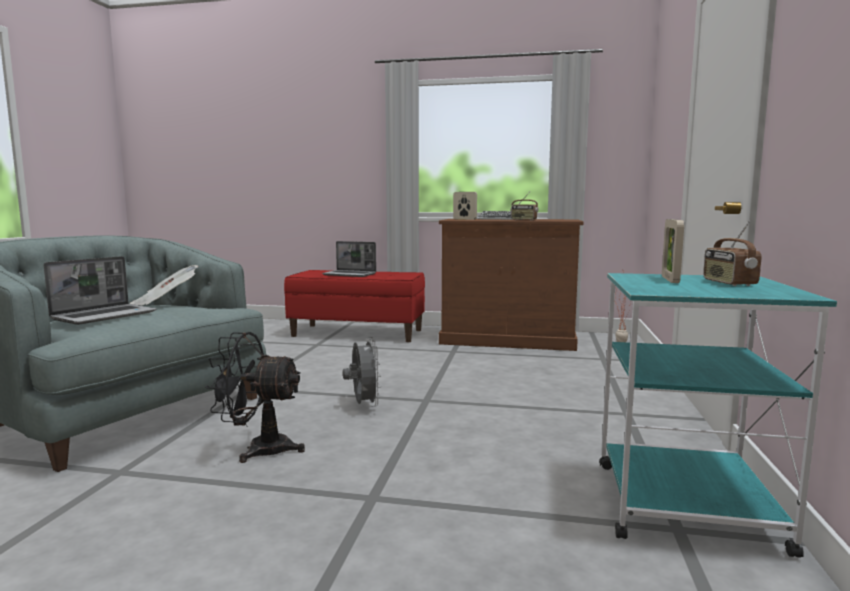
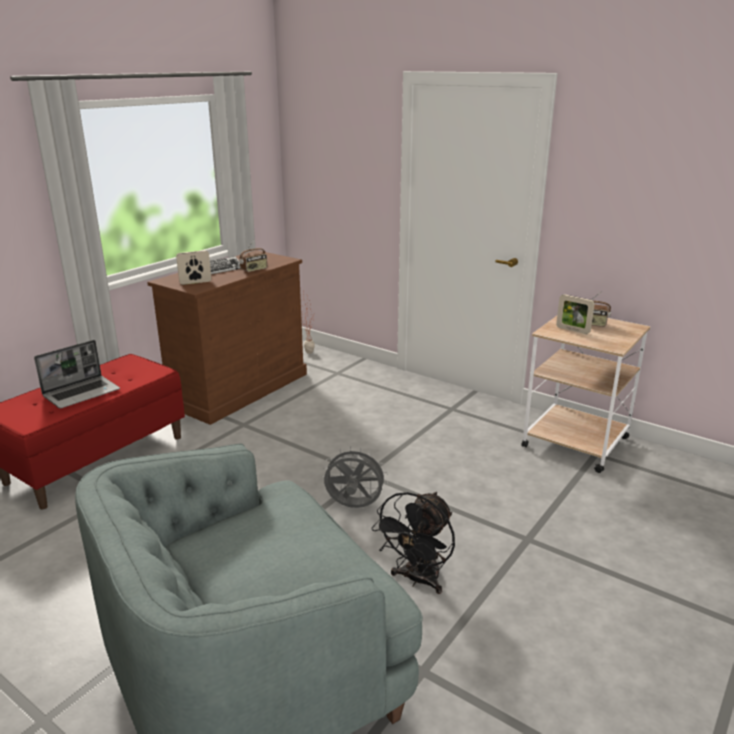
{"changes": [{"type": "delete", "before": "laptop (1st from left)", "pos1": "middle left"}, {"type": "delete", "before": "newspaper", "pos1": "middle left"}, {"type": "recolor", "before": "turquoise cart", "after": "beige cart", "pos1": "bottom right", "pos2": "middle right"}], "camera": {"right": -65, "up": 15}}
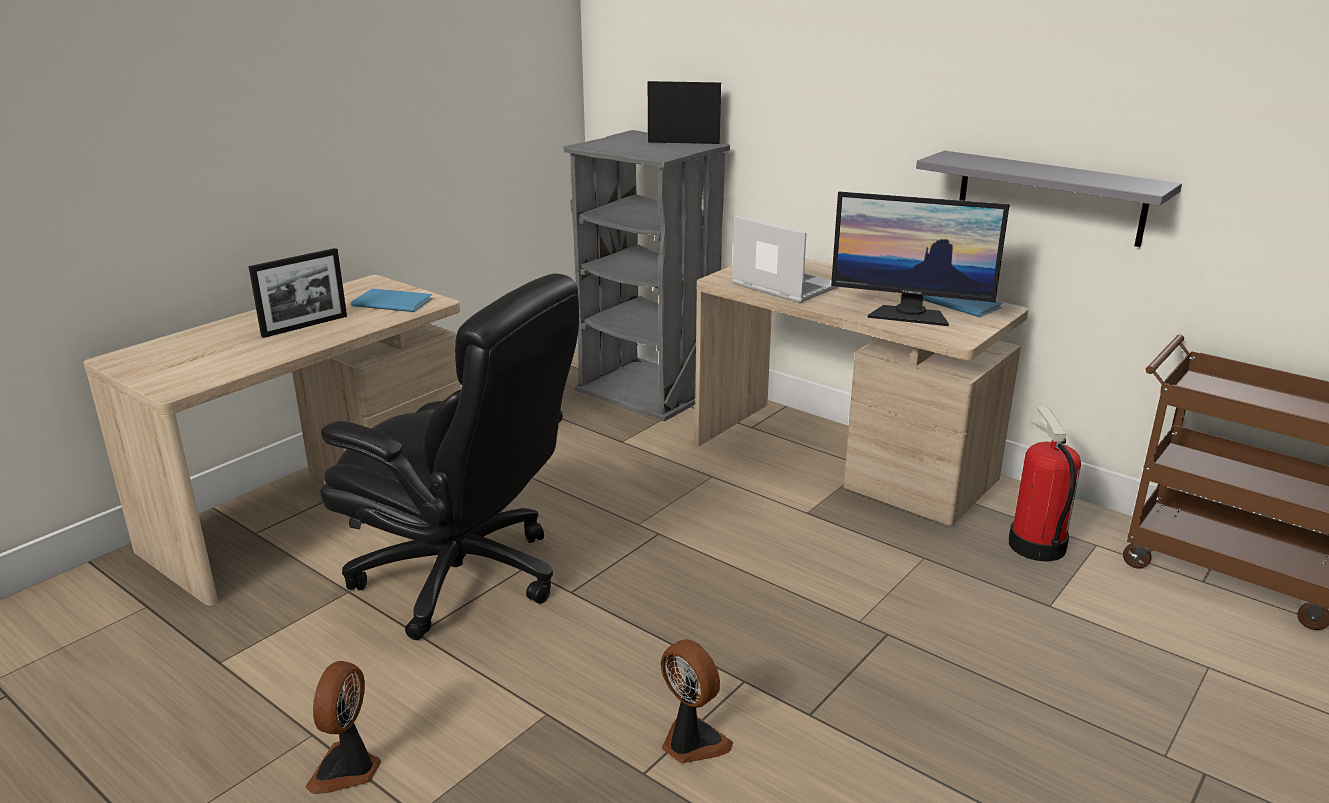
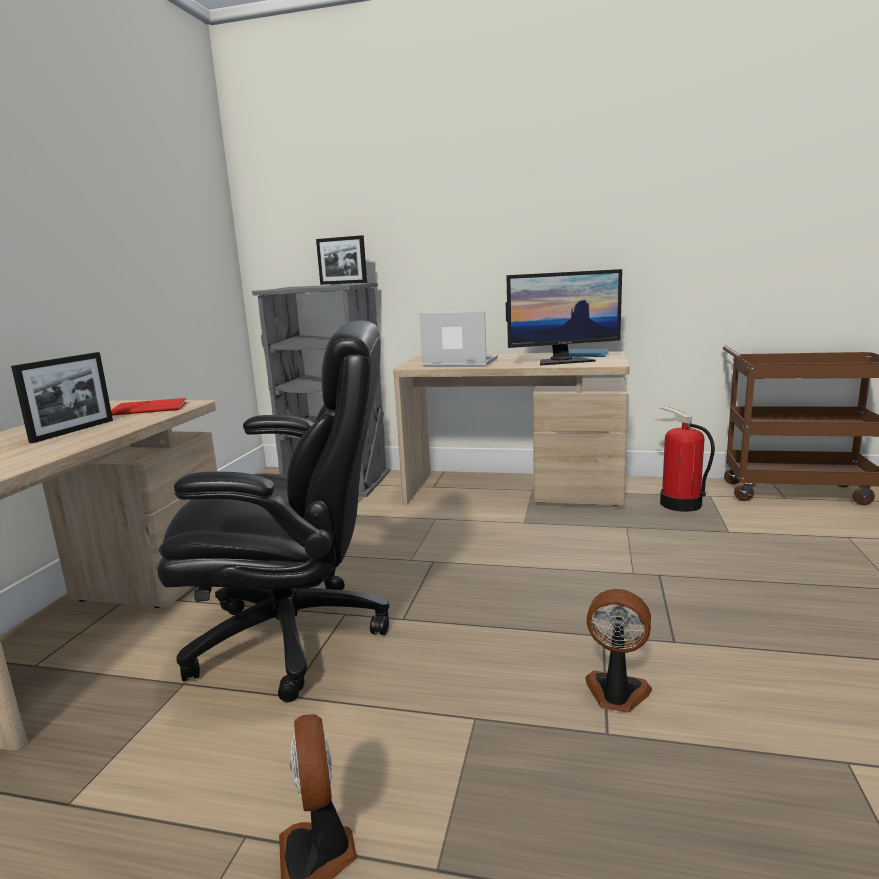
{"changes": [{"type": "delete", "before": "grey shelf", "pos1": "top right"}, {"type": "recolor", "before": "blue book (1st from left)", "after": "red book", "pos1": "middle left", "pos2": "middle left"}, {"type": "rotate", "before": "picture frame (2nd from left)", "pos1": "top centre", "pos2": "top centre", "turn": -135}], "camera": {"right": -25, "up": -10}}
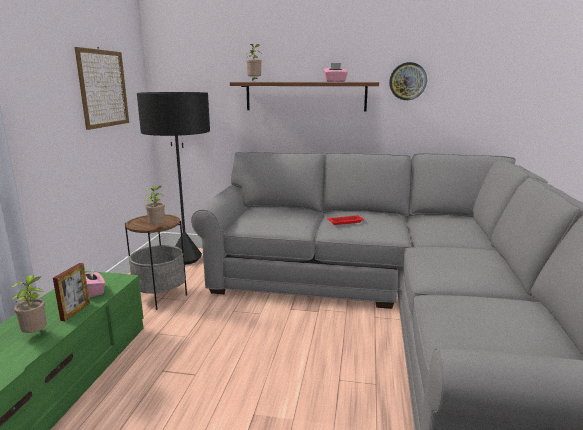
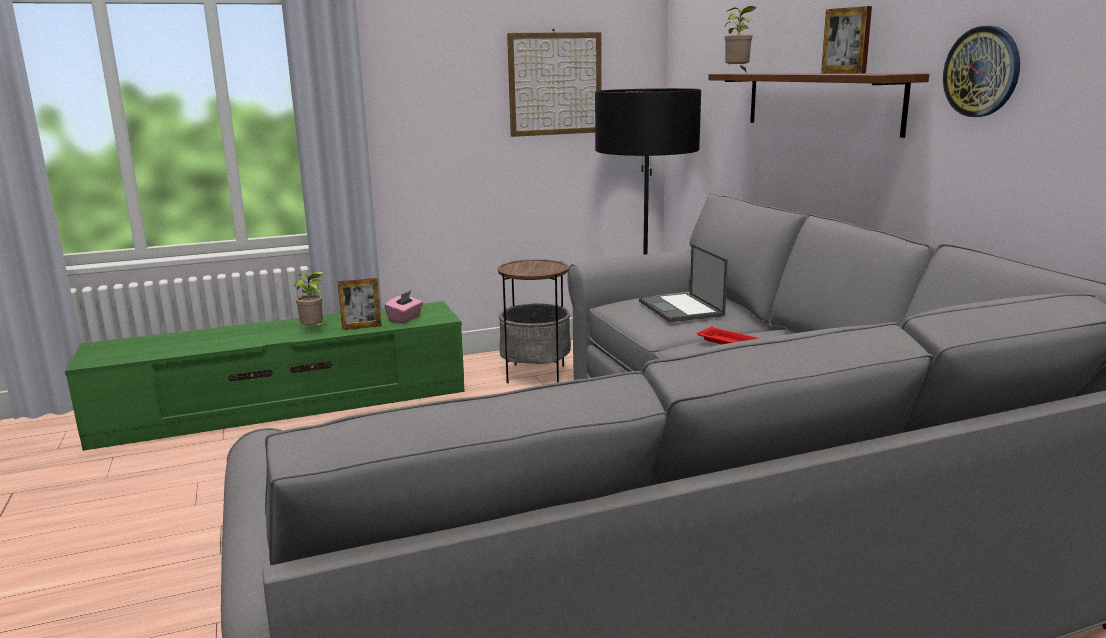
{"changes": [{"type": "delete", "before": "potted plant (2nd from left)", "pos1": "middle left"}, {"type": "insert", "after": "laptop", "pos2": "centre"}, {"type": "replace", "before": "pink tissue box (2nd from left)", "after": "picture frame (2nd from left)", "pos1": "top centre", "pos2": "top right"}], "camera": {"right": 60, "up": 0}}
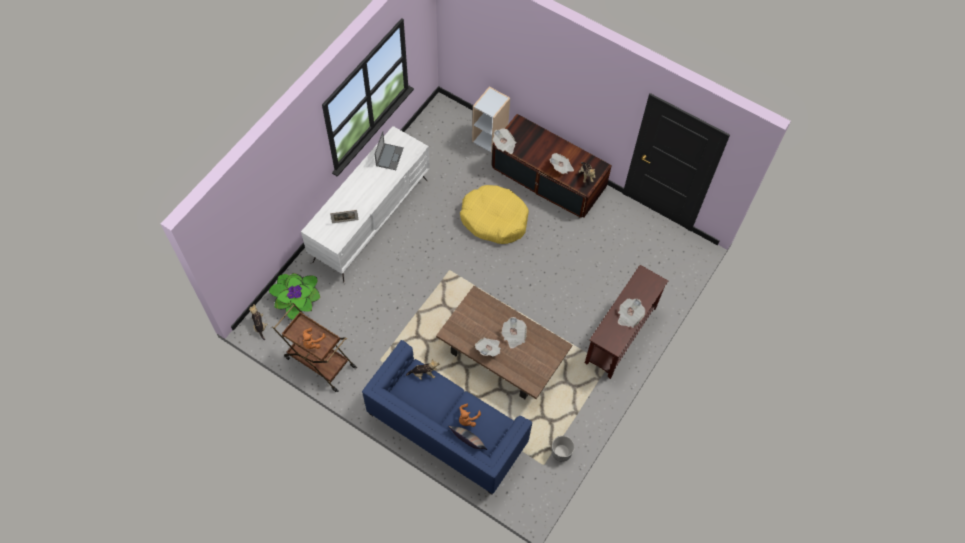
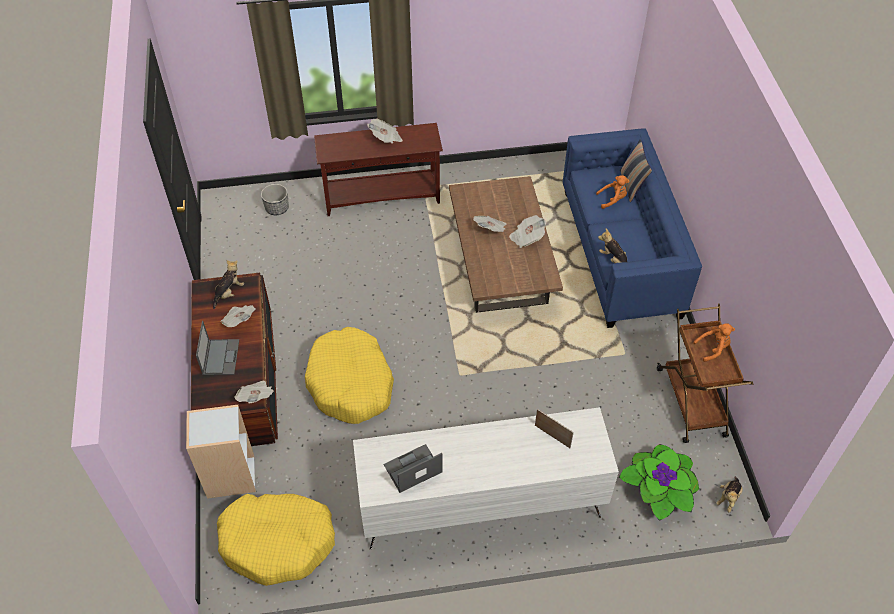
{"changes": [{"type": "insert", "after": "laptop (1st from left)", "pos2": "middle left"}, {"type": "insert", "after": "yellow dog bed (1st from left)", "pos2": "bottom left"}, {"type": "move", "before": "planter", "pos1": "bottom centre", "pos2": "top left"}], "camera": {"right": -130, "up": -10}}
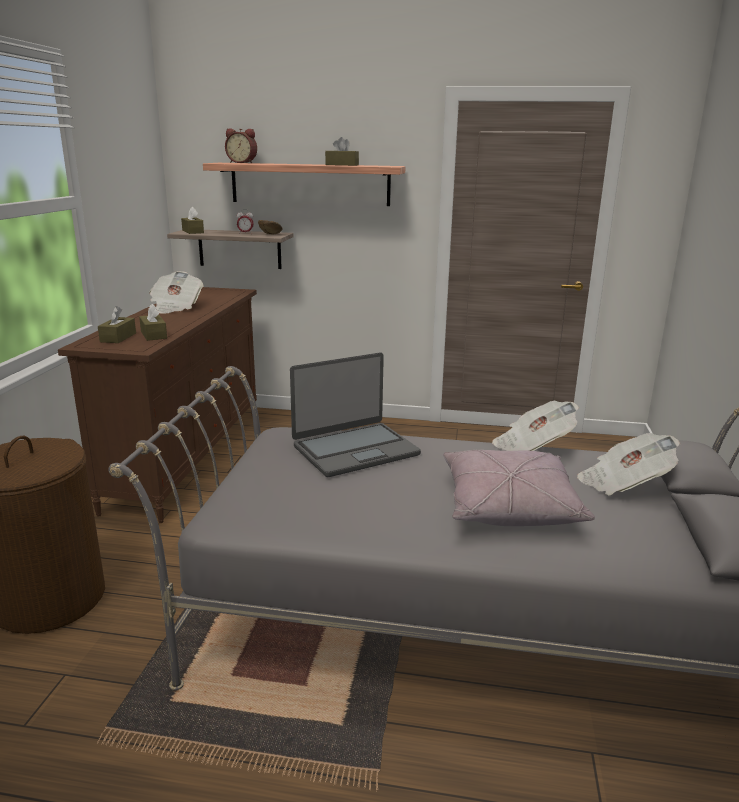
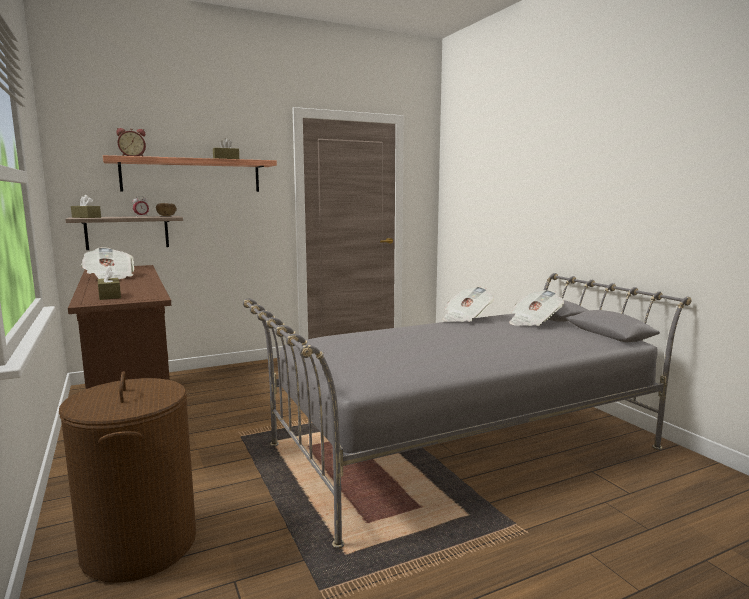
{"changes": [{"type": "delete", "before": "brown tissue box (2nd from left)", "pos1": "middle left"}, {"type": "delete", "before": "laptop", "pos1": "centre"}, {"type": "delete", "before": "purple pillow", "pos1": "middle right"}], "camera": {"right": -35, "up": -10}}
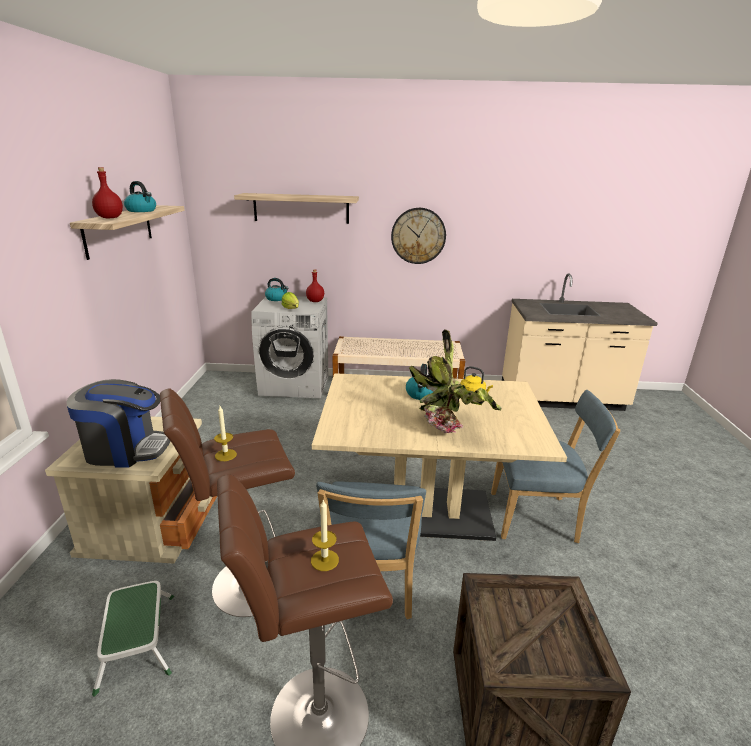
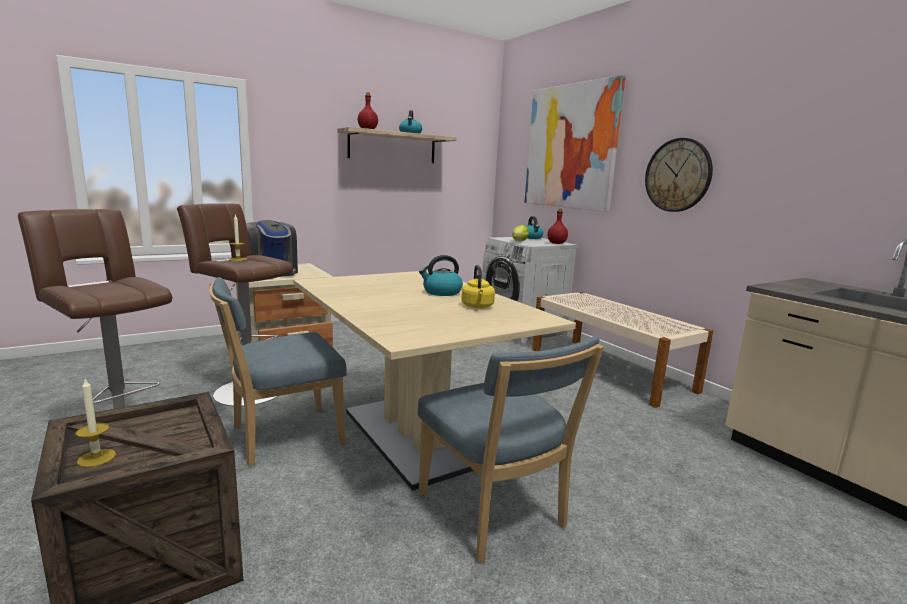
{"changes": [{"type": "delete", "before": "green step ladder", "pos1": "bottom left"}, {"type": "delete", "before": "potted plant", "pos1": "centre"}, {"type": "move", "before": "candle (2nd from left in the first image)", "after": "candle (1st from left)", "pos1": "bottom centre", "pos2": "bottom left"}, {"type": "replace", "before": "shelf (2nd from left)", "after": "picture", "pos1": "top centre", "pos2": "top centre"}], "camera": {"right": 55, "up": -10}}
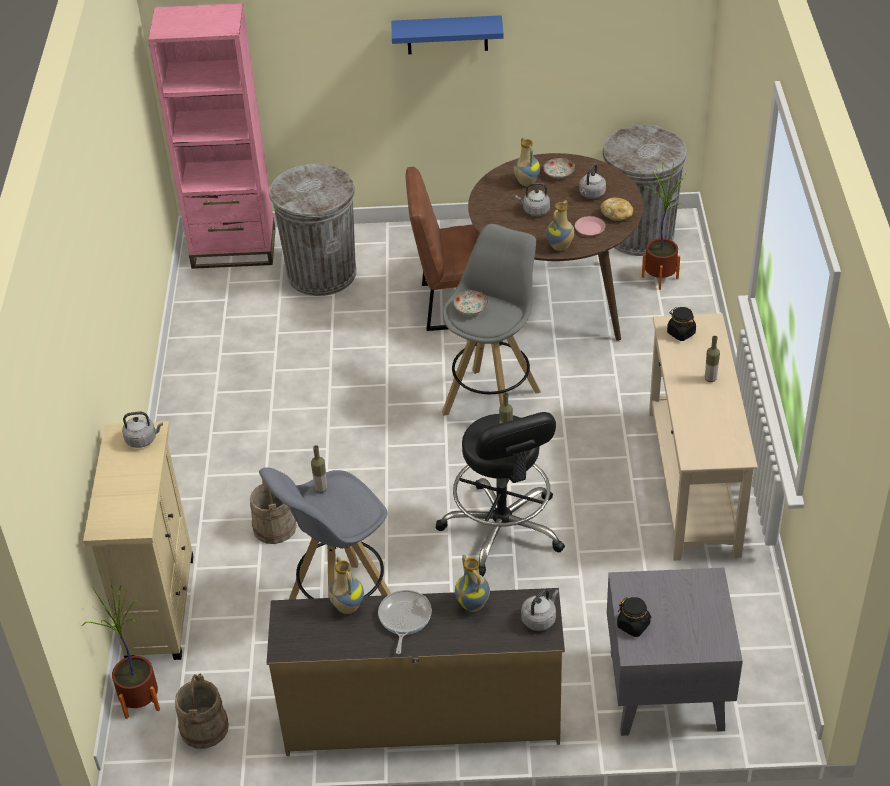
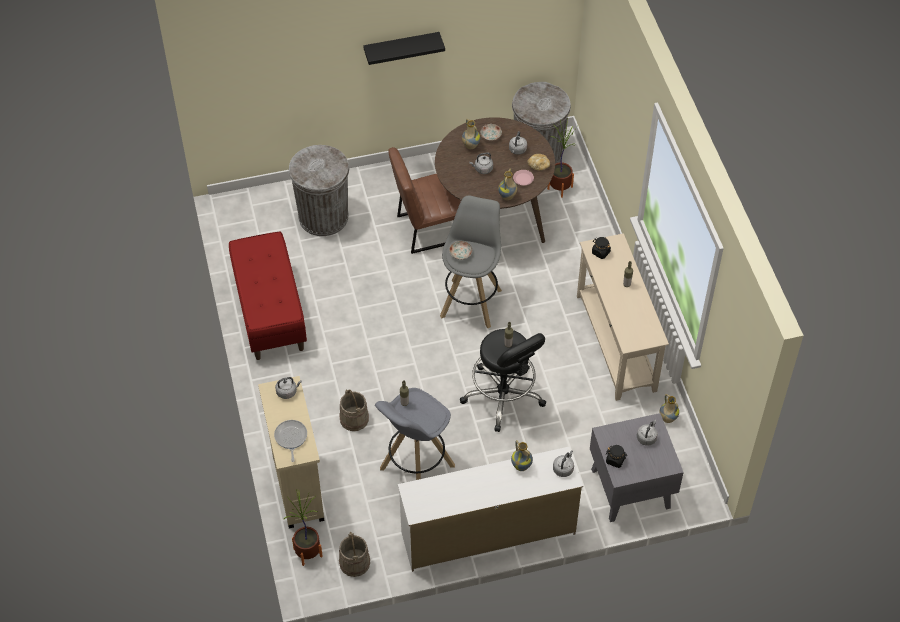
{"changes": [{"type": "delete", "before": "pink bookcase", "pos1": "top left"}, {"type": "insert", "after": "red bench", "pos2": "middle left"}, {"type": "insert", "after": "grey kettle (5th from left)", "pos2": "bottom right"}, {"type": "move", "before": "vase (1st from left in the first image)", "after": "vase (4th from left)", "pos1": "bottom centre", "pos2": "middle right"}, {"type": "move", "before": "frying pan", "pos1": "bottom centre", "pos2": "bottom left"}, {"type": "recolor", "before": "black dresser", "after": "white dresser", "pos1": "bottom centre", "pos2": "bottom centre"}, {"type": "recolor", "before": "blue shelf", "after": "black shelf", "pos1": "top centre", "pos2": "top centre"}], "camera": {"right": -15, "up": 10}}
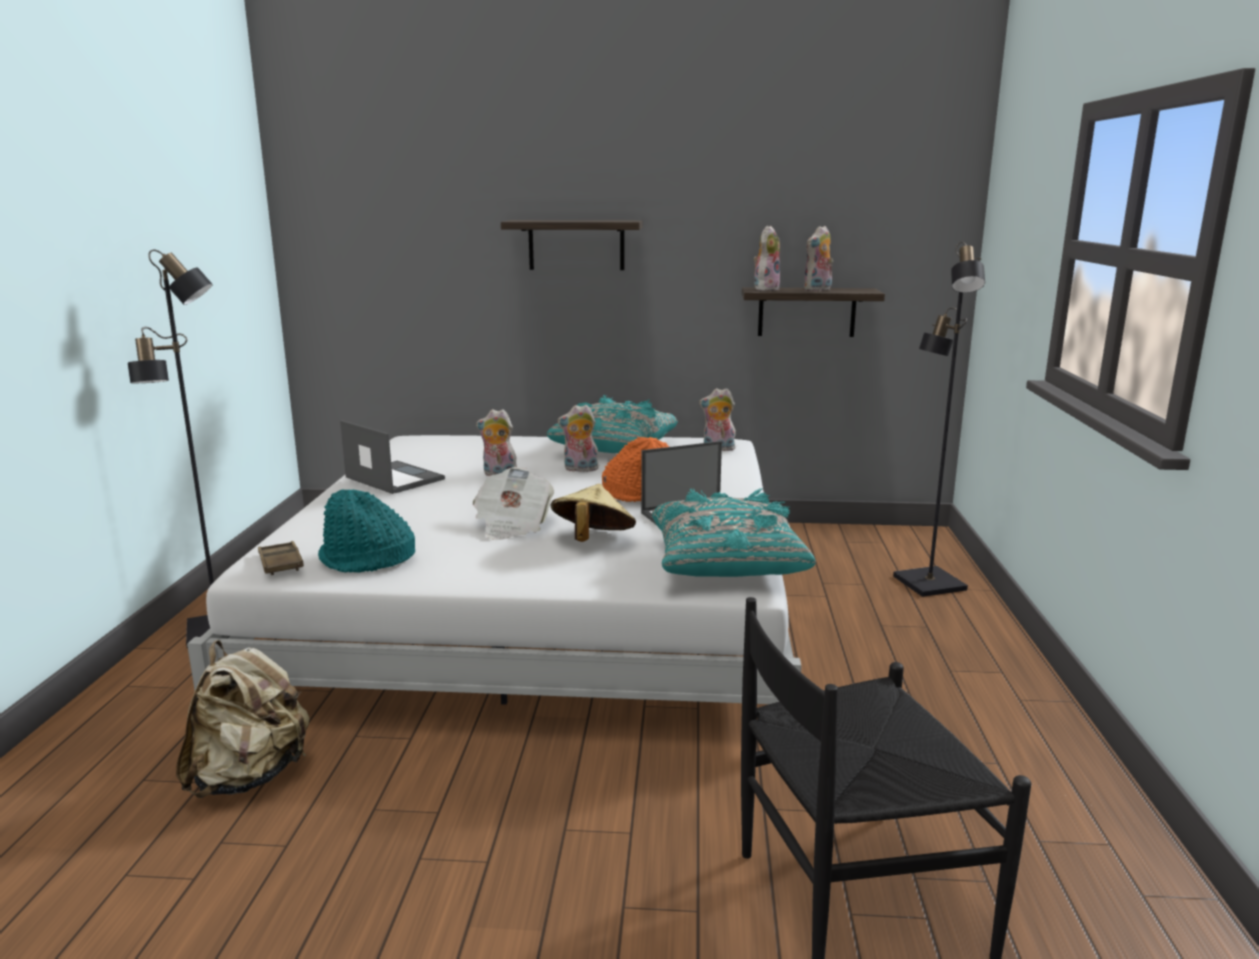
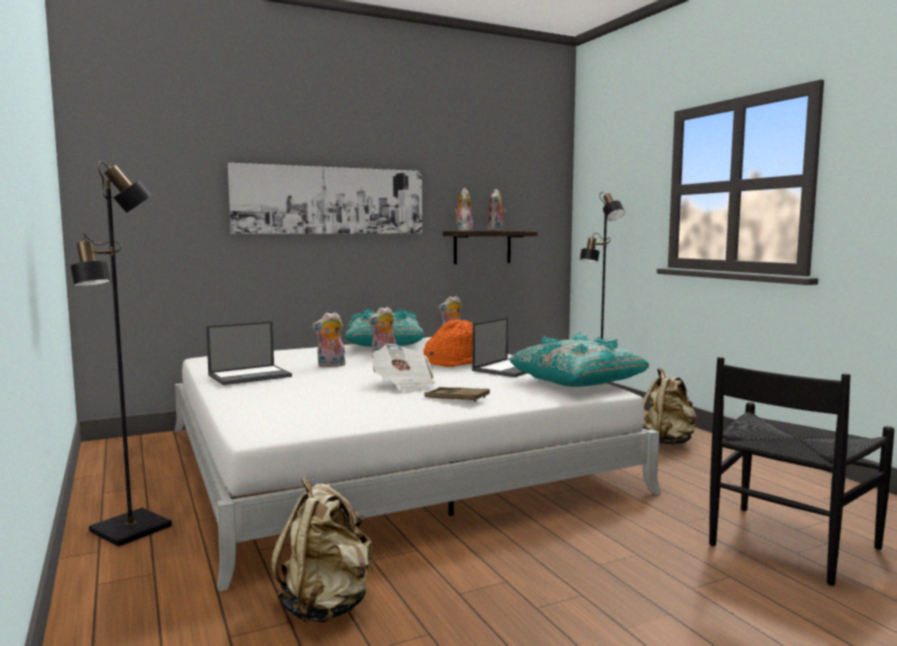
{"changes": [{"type": "delete", "before": "turquoise hat", "pos1": "middle left"}, {"type": "delete", "before": "beige hat", "pos1": "centre"}, {"type": "insert", "after": "beige backpack (2nd from left)", "pos2": "middle right"}, {"type": "move", "before": "brown tray", "pos1": "middle left", "pos2": "centre"}, {"type": "replace", "before": "shelf (1st from left)", "after": "picture", "pos1": "top centre", "pos2": "top centre"}, {"type": "rotate", "before": "laptop (1st from left)", "pos1": "middle left", "pos2": "middle left", "turn": 135}], "camera": {"right": -30, "up": -10}}
